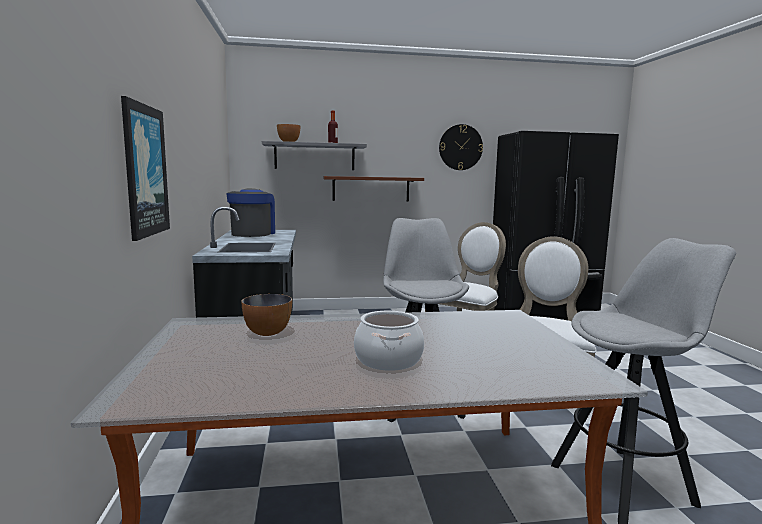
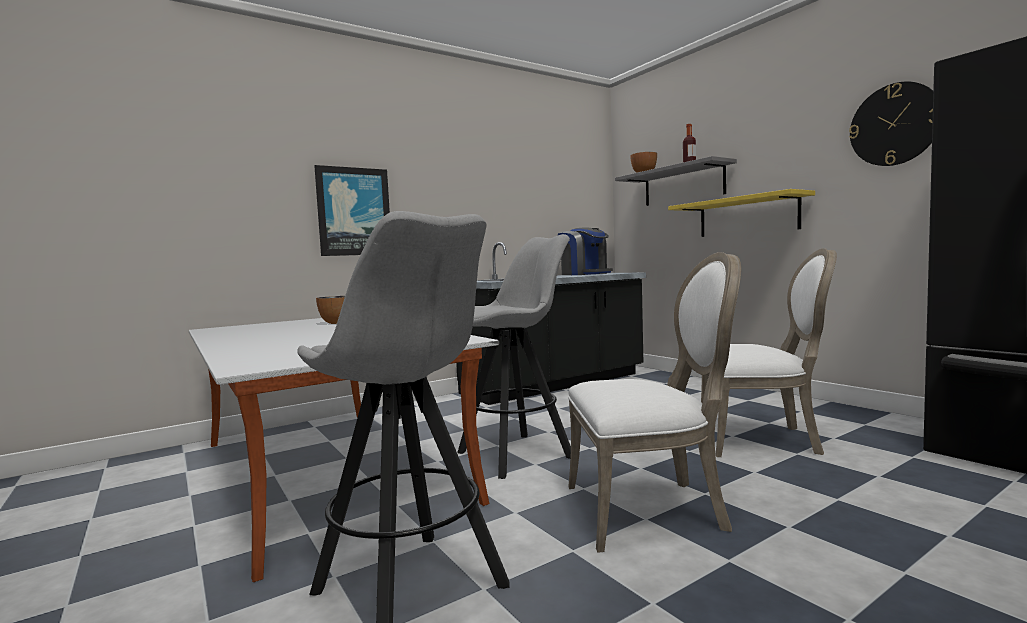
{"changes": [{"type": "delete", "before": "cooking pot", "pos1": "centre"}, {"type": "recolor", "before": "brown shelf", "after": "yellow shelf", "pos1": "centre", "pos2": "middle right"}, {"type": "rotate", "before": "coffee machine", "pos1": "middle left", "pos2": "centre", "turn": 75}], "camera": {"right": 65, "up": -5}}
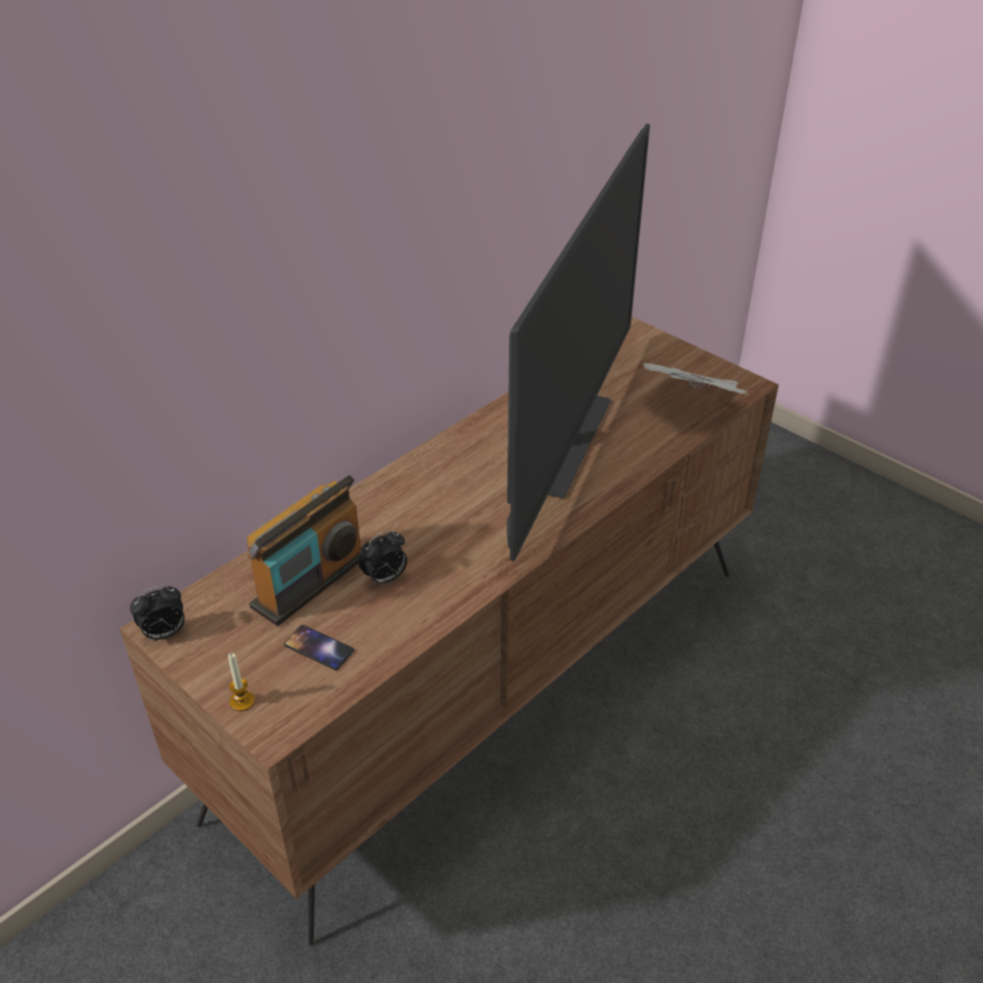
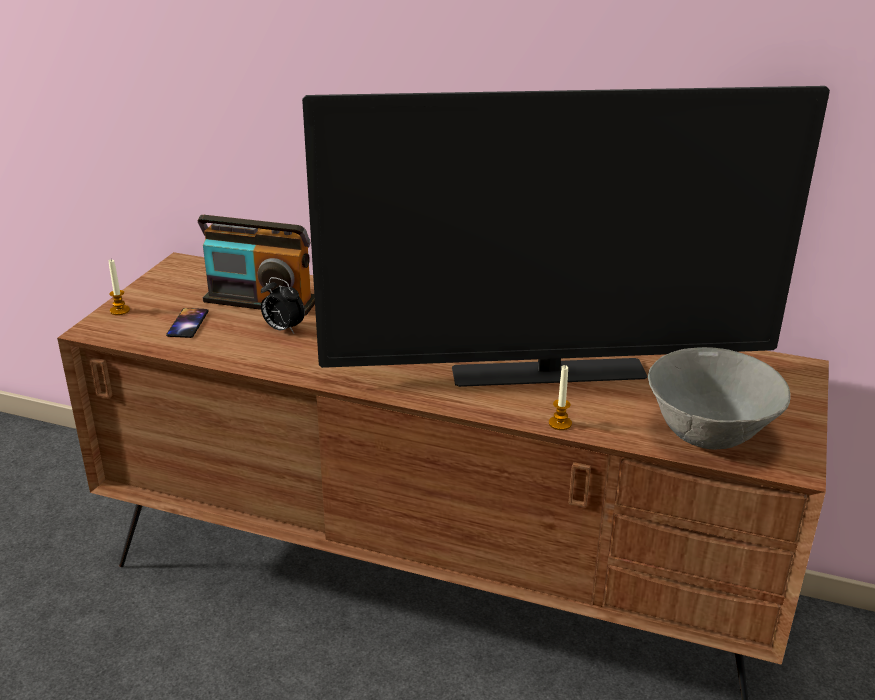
{"changes": [{"type": "delete", "before": "alarm clock (1st from left)", "pos1": "middle left"}, {"type": "insert", "after": "candle (2nd from left)", "pos2": "centre"}, {"type": "replace", "before": "newspaper", "after": "grey bowl", "pos1": "middle right", "pos2": "middle right"}], "camera": {"right": 65, "up": -10}}
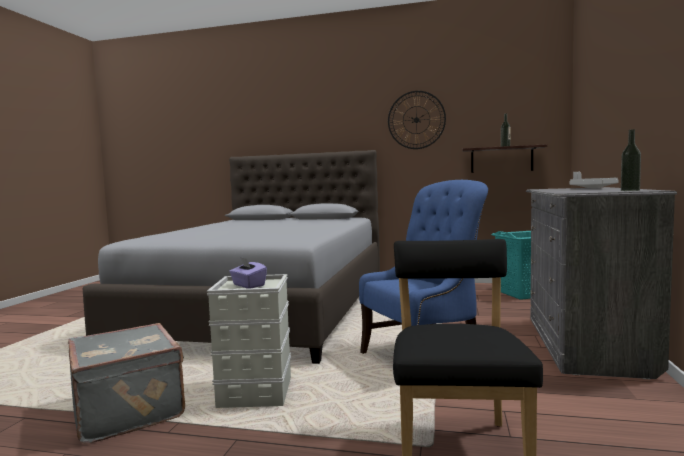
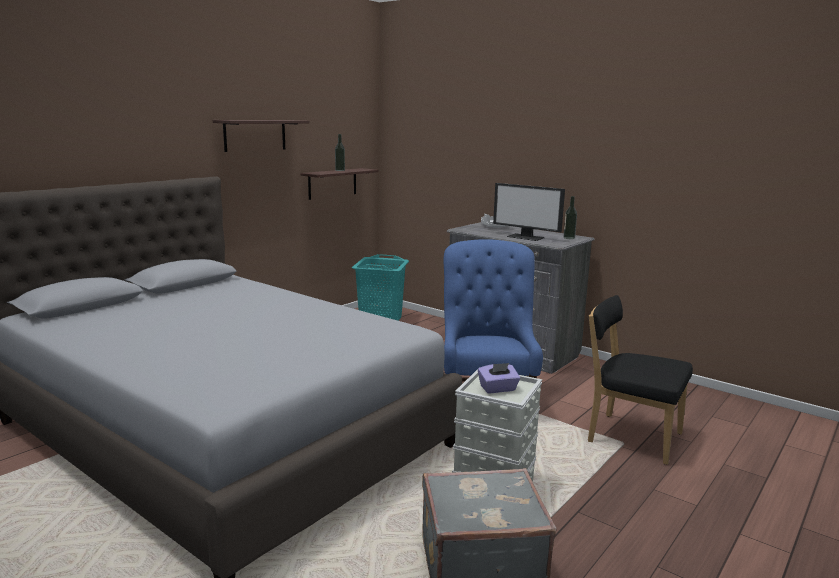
{"changes": [{"type": "insert", "after": "monitor", "pos2": "centre"}, {"type": "replace", "before": "wall clock", "after": "shelf (1st from left)", "pos1": "top centre", "pos2": "top left"}], "camera": {"right": -65, "up": 10}}
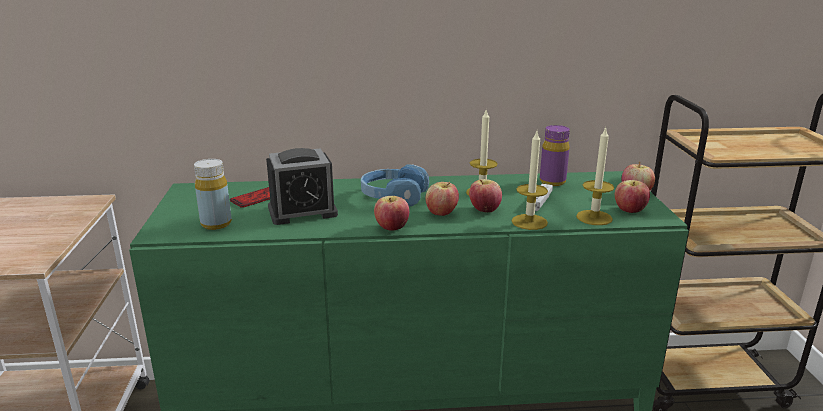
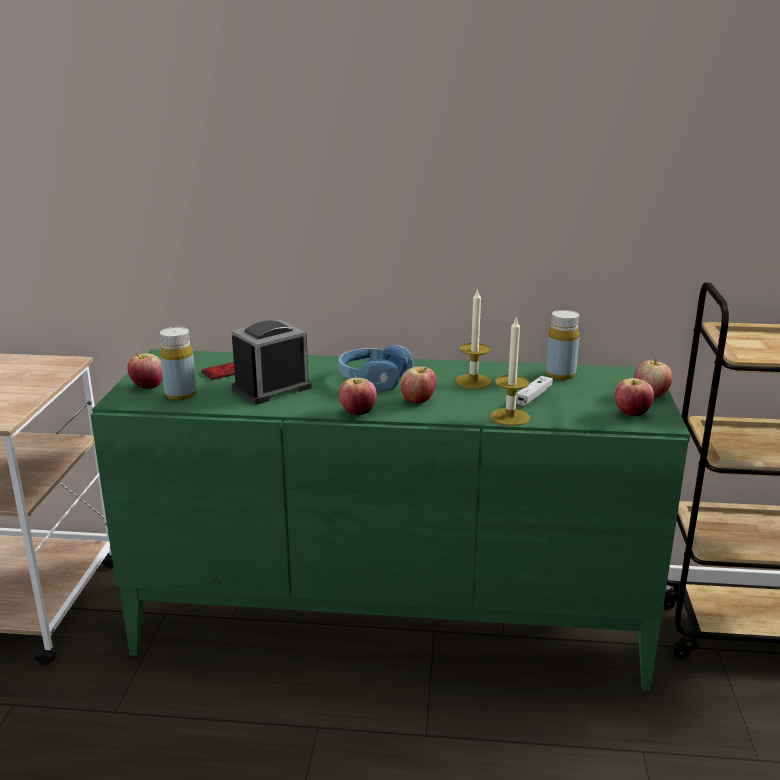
{"changes": [{"type": "delete", "before": "candle (3rd from left)", "pos1": "middle right"}, {"type": "move", "before": "apple (3rd from left in the first image)", "after": "apple (1st from left)", "pos1": "centre", "pos2": "middle left"}, {"type": "recolor", "before": "purple bottle", "after": "yellow bottle (2nd from left)", "pos1": "middle right", "pos2": "middle right"}, {"type": "rotate", "before": "alarm clock", "pos1": "centre", "pos2": "centre", "turn": 150}], "camera": {"right": 10, "up": 0}}
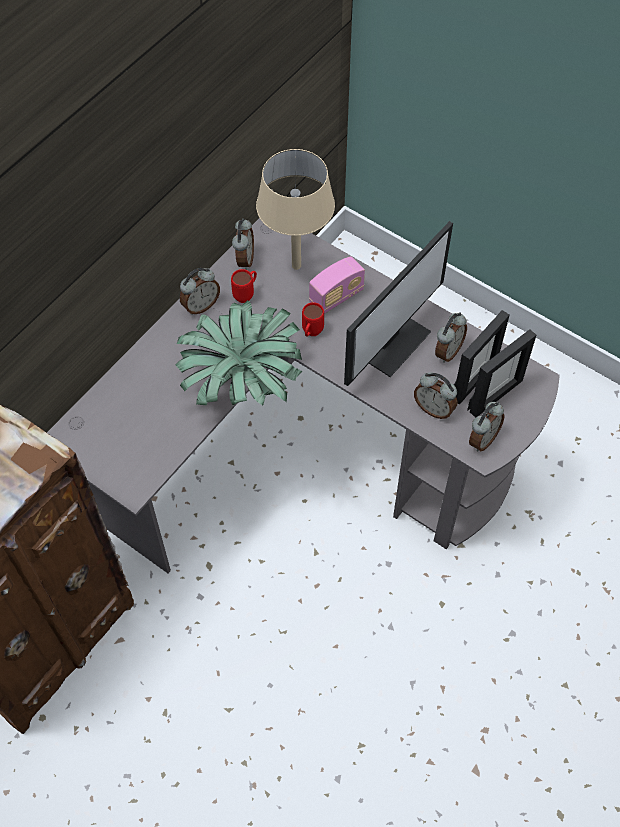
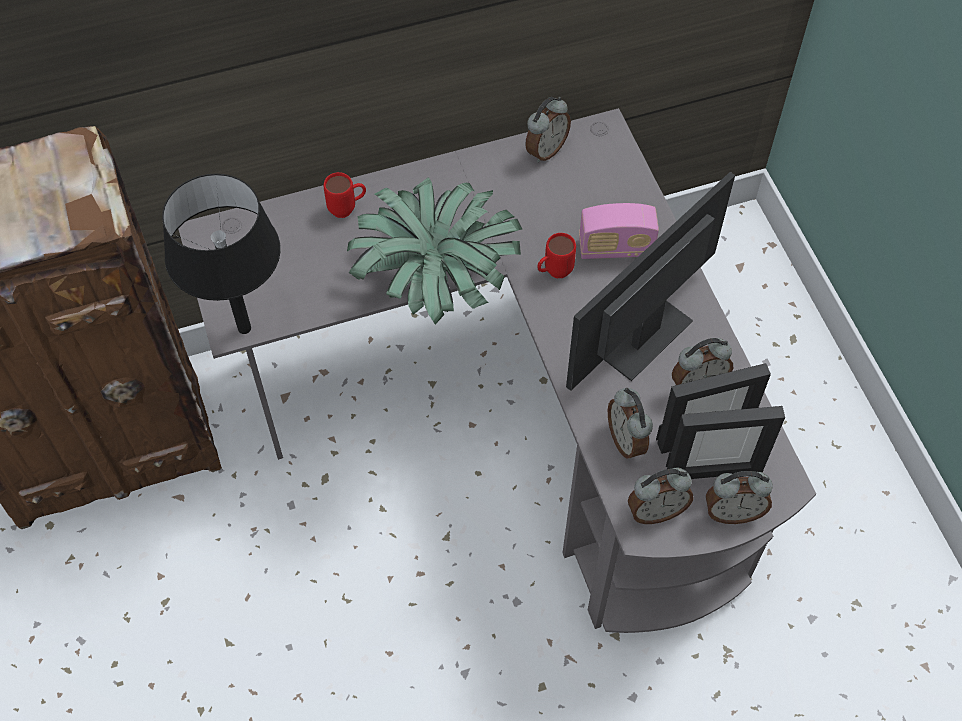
{"changes": [{"type": "delete", "before": "beige table lamp", "pos1": "top centre"}, {"type": "insert", "after": "black table lamp", "pos2": "middle left"}, {"type": "move", "before": "alarm clock (1st from left in the first image)", "after": "alarm clock (5th from left)", "pos1": "middle left", "pos2": "bottom right"}, {"type": "move", "before": "red mug (1st from left)", "pos1": "centre", "pos2": "top centre"}, {"type": "rotate", "before": "monitor", "pos1": "centre", "pos2": "middle right", "turn": 150}], "camera": {"right": 35, "up": 0}}
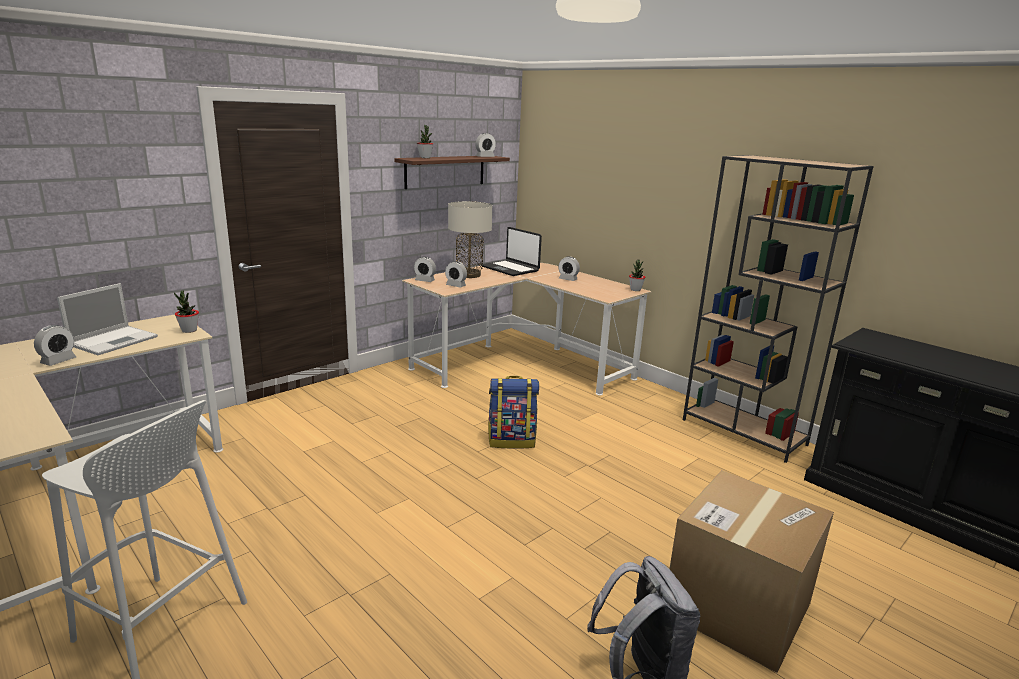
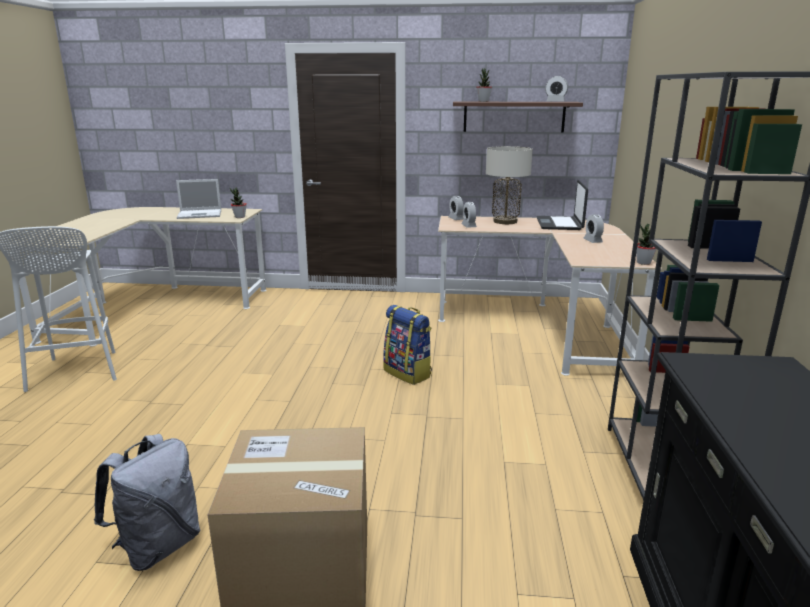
{"changes": [{"type": "delete", "before": "alarm clock (1st from left)", "pos1": "middle left"}], "camera": {"right": 50, "up": 0}}
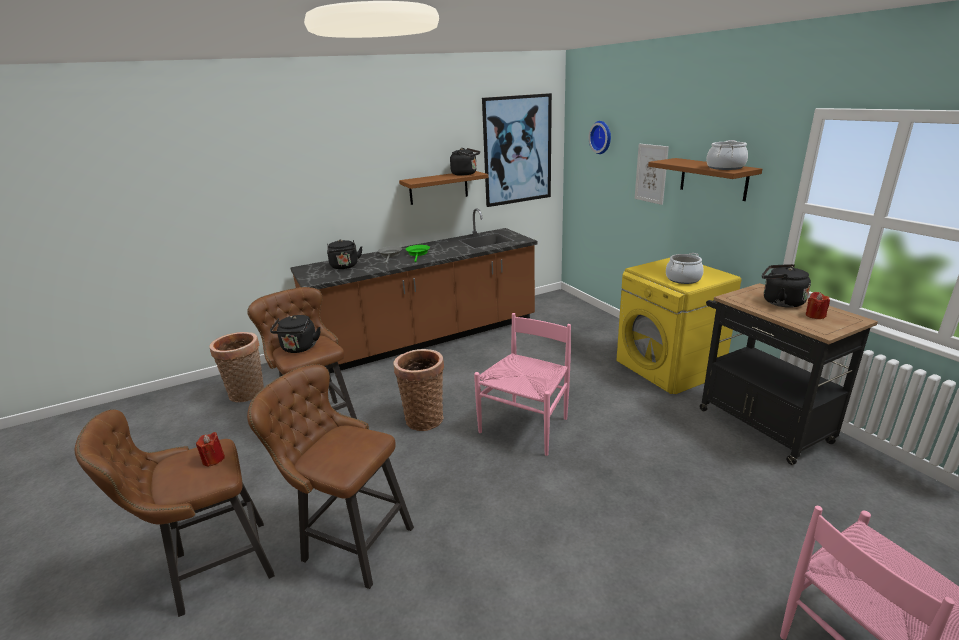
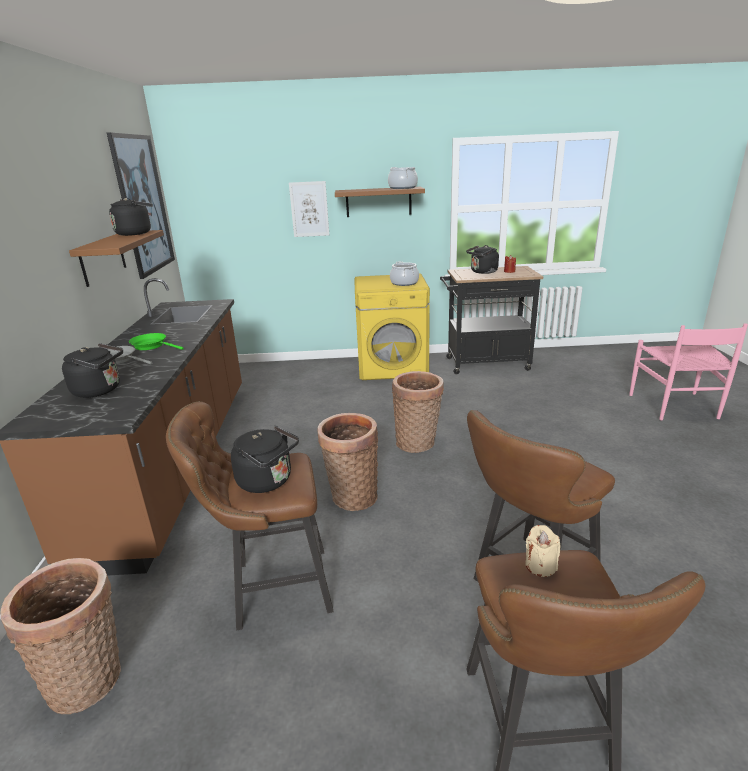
{"changes": [{"type": "delete", "before": "wall clock", "pos1": "top centre"}, {"type": "replace", "before": "pink chair (1st from left)", "after": "basket (3rd from left)", "pos1": "centre", "pos2": "centre"}, {"type": "recolor", "before": "red candle (1st from left)", "after": "beige candle", "pos1": "bottom left", "pos2": "bottom right"}], "camera": {"right": -65, "up": 0}}
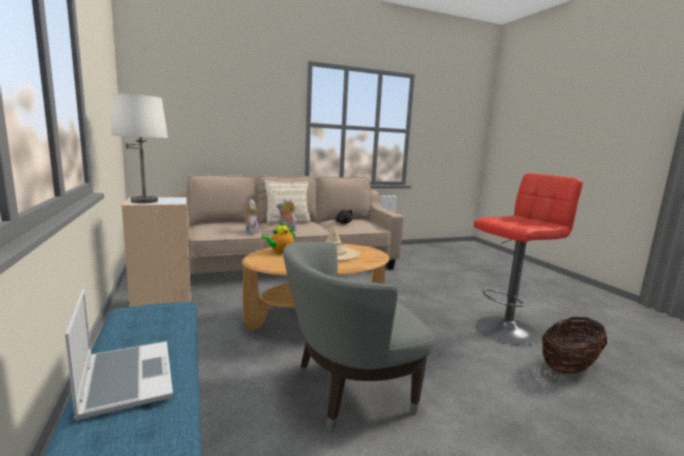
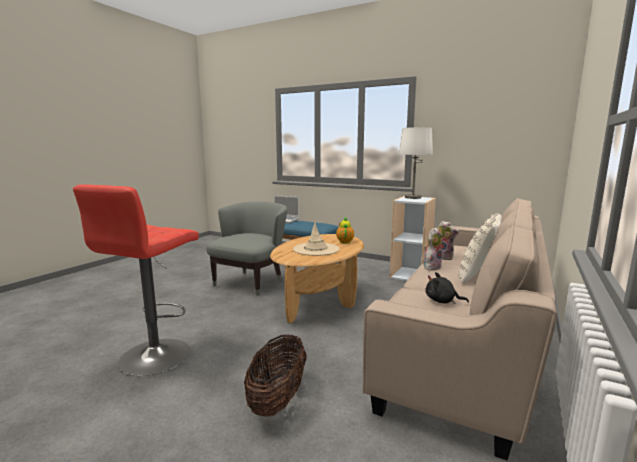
{"changes": [{"type": "move", "before": "basket", "pos1": "bottom right", "pos2": "bottom centre"}], "camera": {"right": 140, "up": 0}}
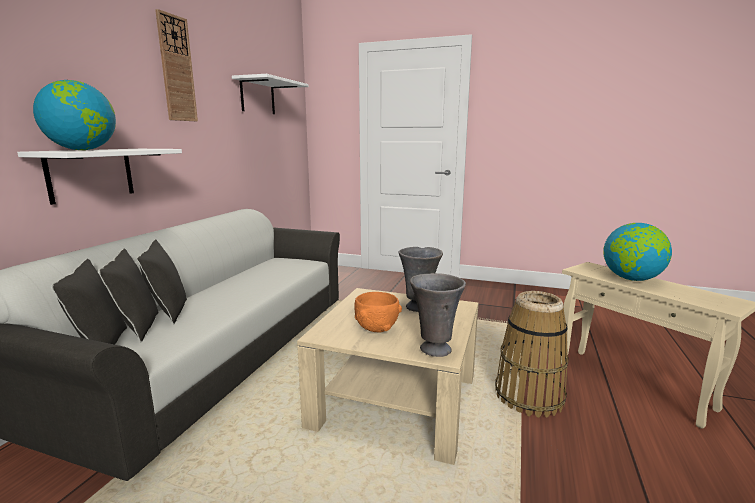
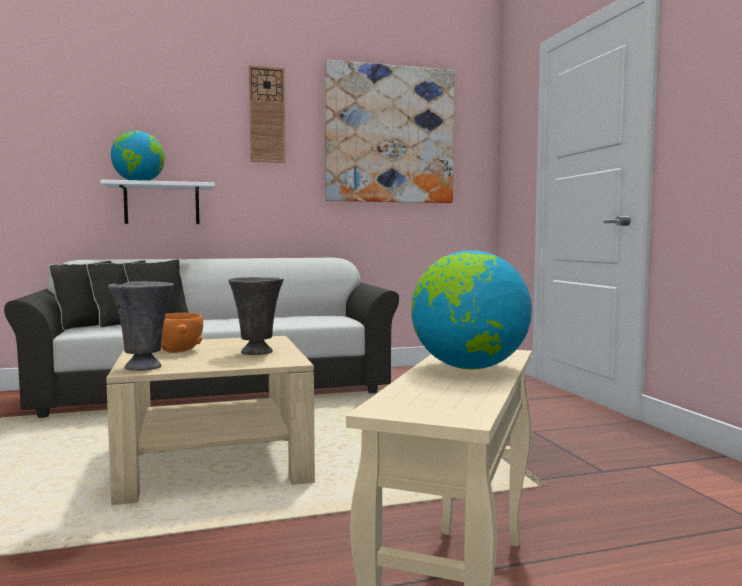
{"changes": [{"type": "delete", "before": "basket", "pos1": "bottom right"}, {"type": "replace", "before": "white shelf (2nd from left)", "after": "picture", "pos1": "top centre", "pos2": "top centre"}], "camera": {"right": 55, "up": -10}}
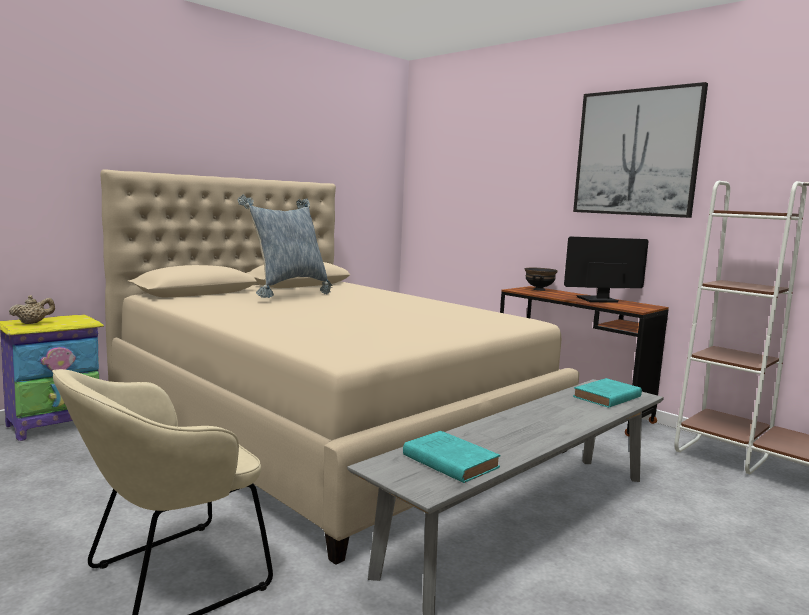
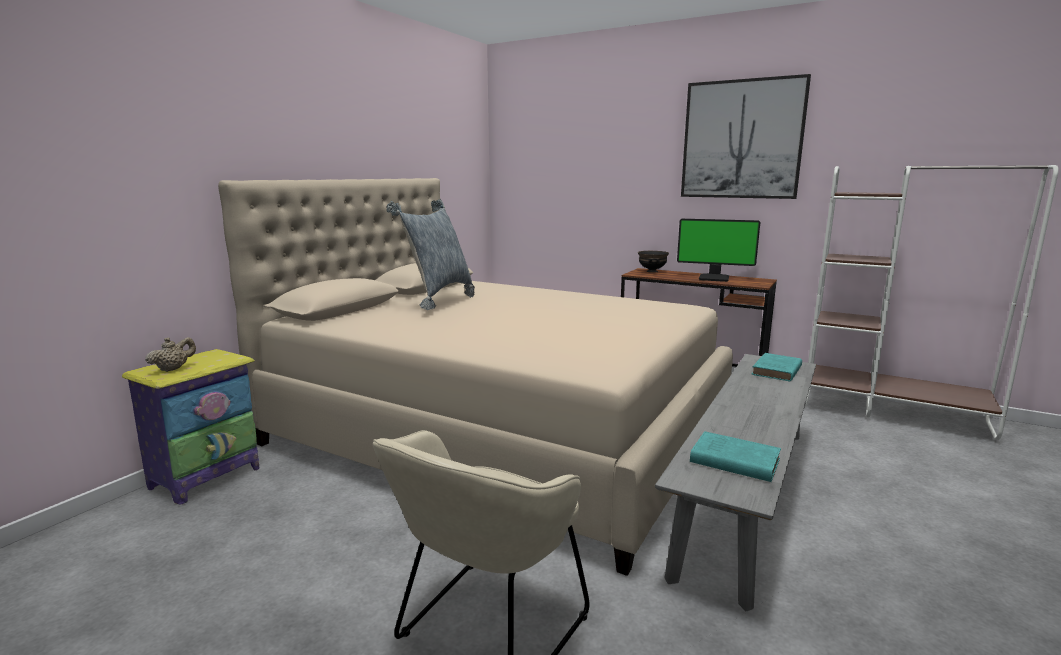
{"changes": [{"type": "rotate", "before": "monitor", "pos1": "middle right", "pos2": "middle right", "turn": -135}], "camera": {"right": -15, "up": 5}}
